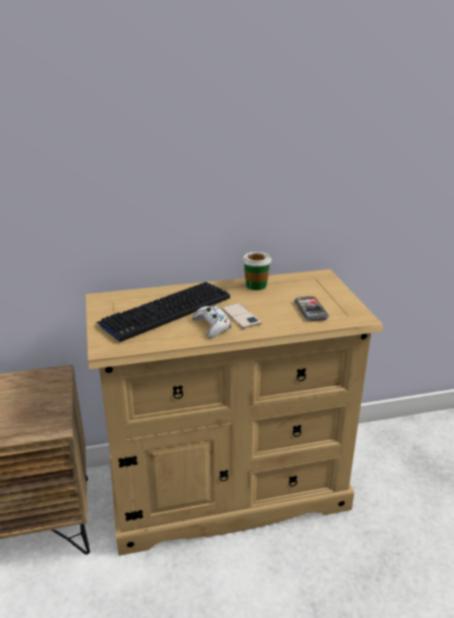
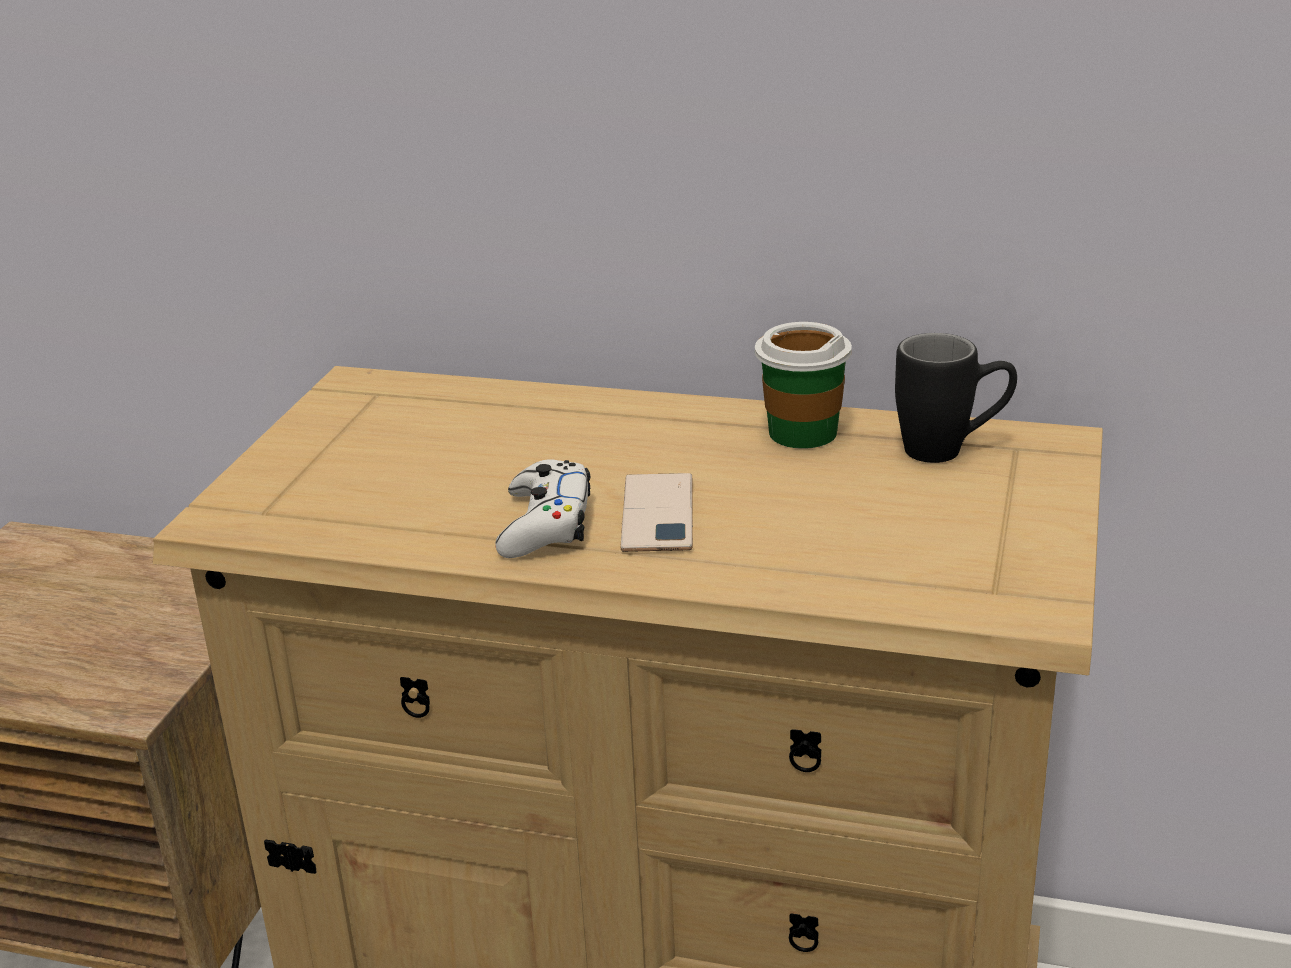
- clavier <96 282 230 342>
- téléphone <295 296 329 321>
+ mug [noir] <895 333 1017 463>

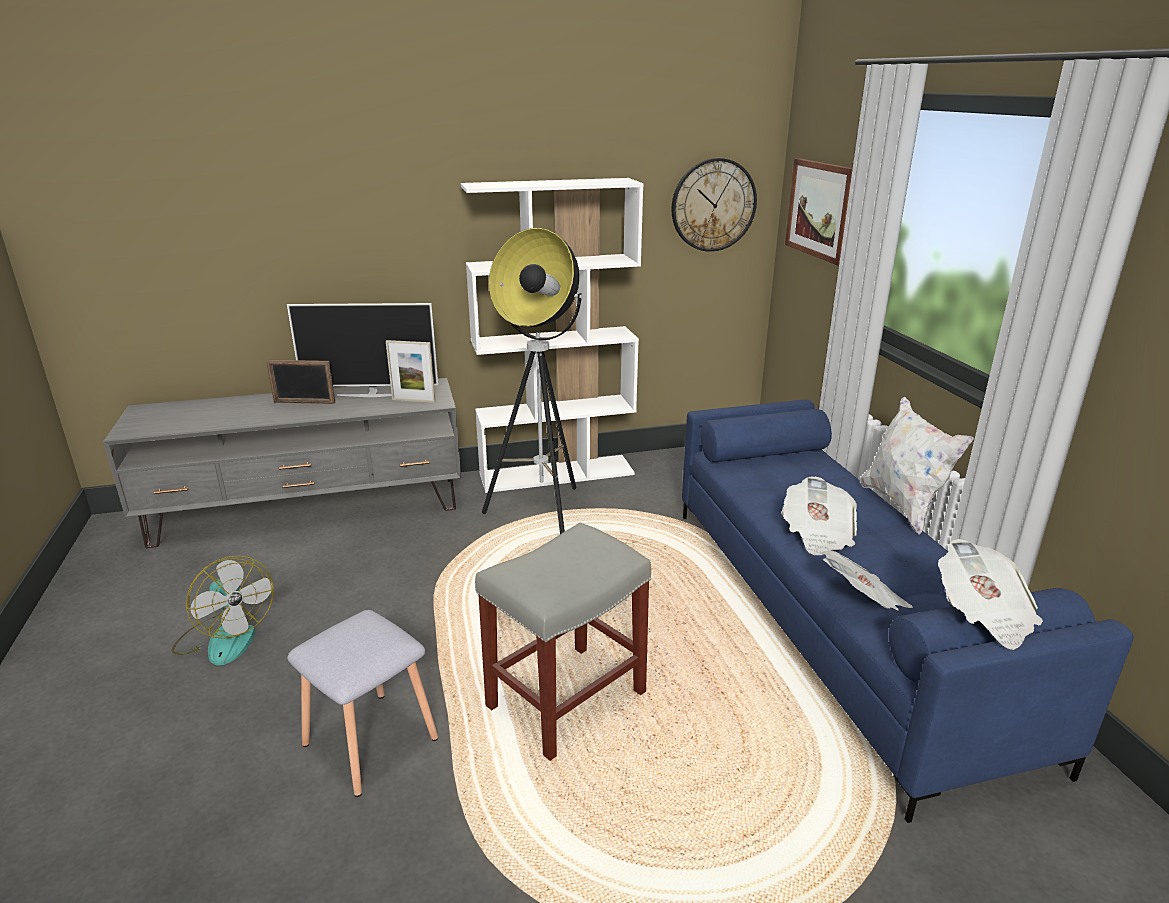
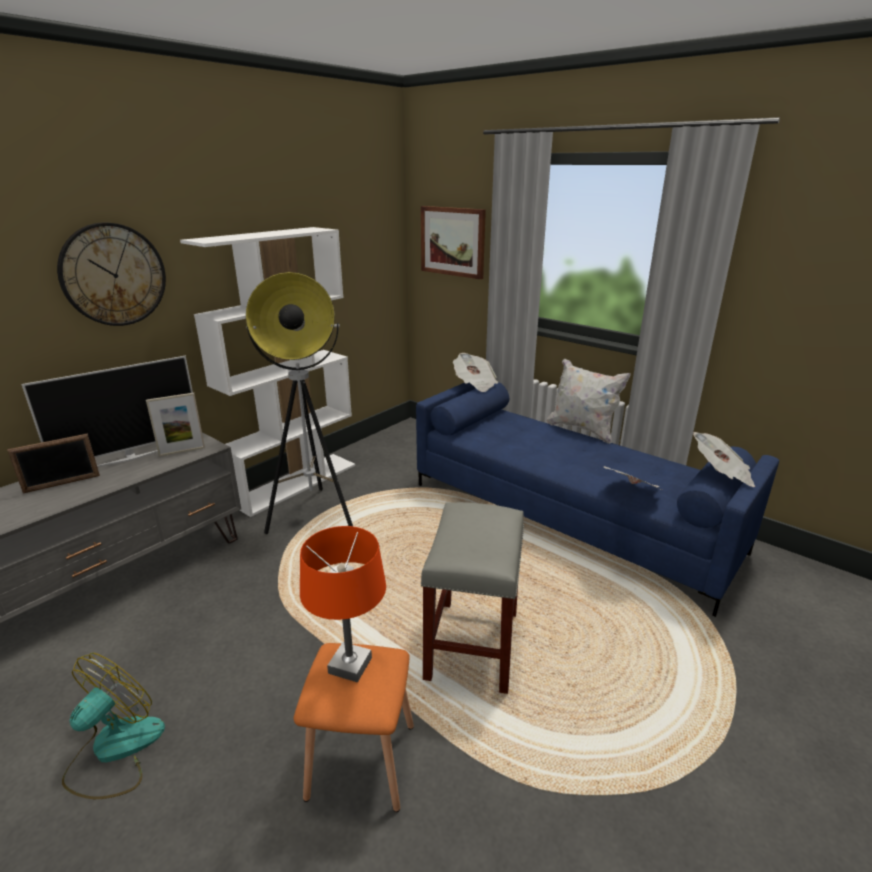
~ horloge murale <671 158 757 252> to <57 222 166 326>
~ journal <782 477 857 556> to <453 353 498 392>
~ ventilateur <172 556 274 665> = <62 653 165 799> 75 degrees counterclockwise
~ tabouret [gris] <287 610 438 797> to tabouret [orange] <294 643 414 812>
+ lampe de table [orange] <300 526 386 683>

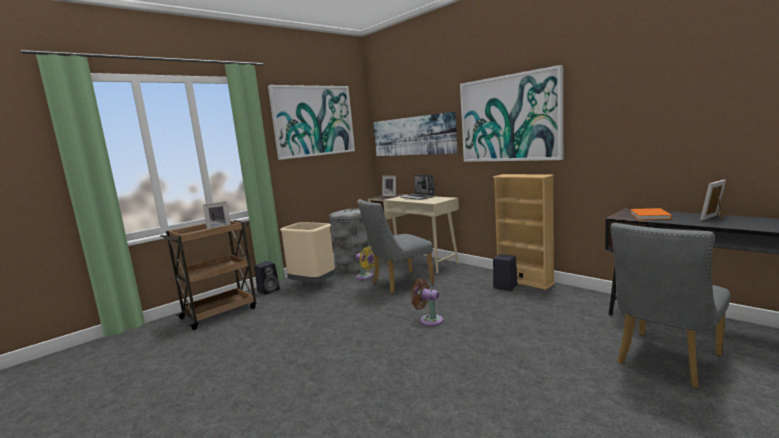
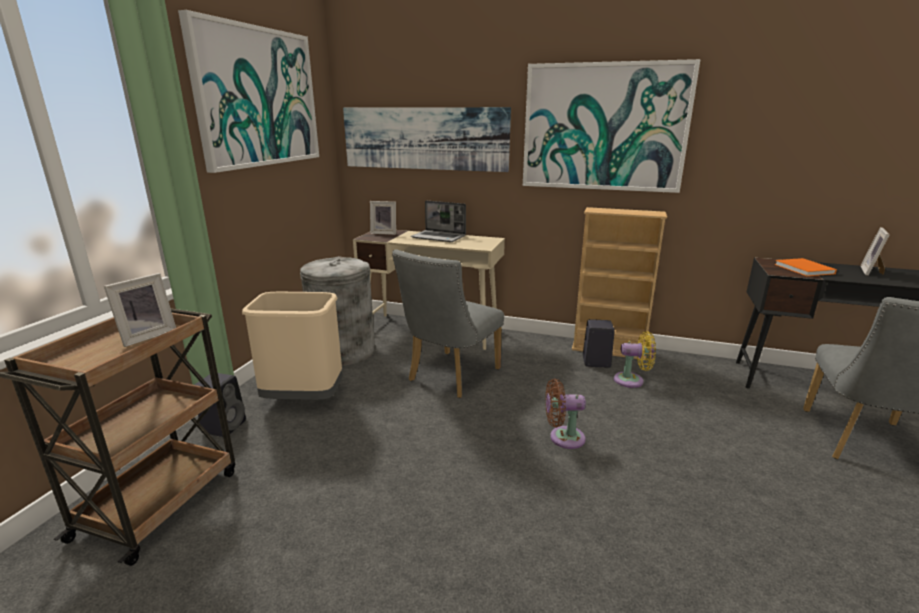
~ ventilateur [jaune] <356 247 375 280> to <614 331 656 388>

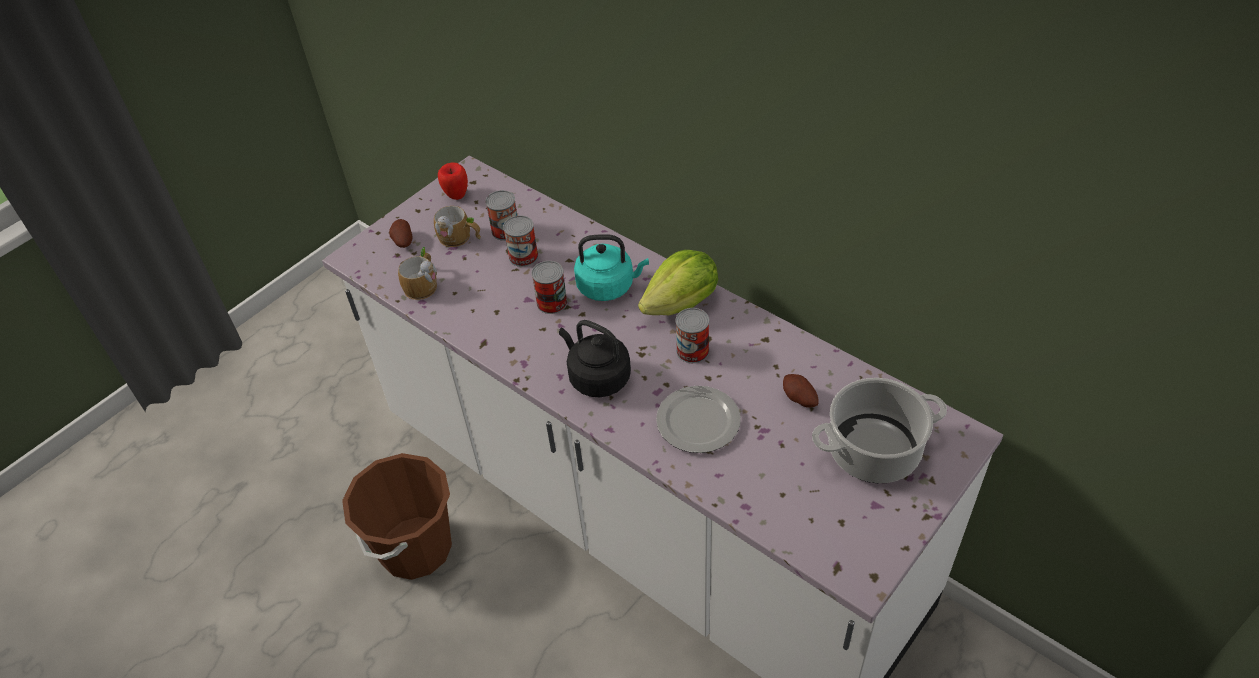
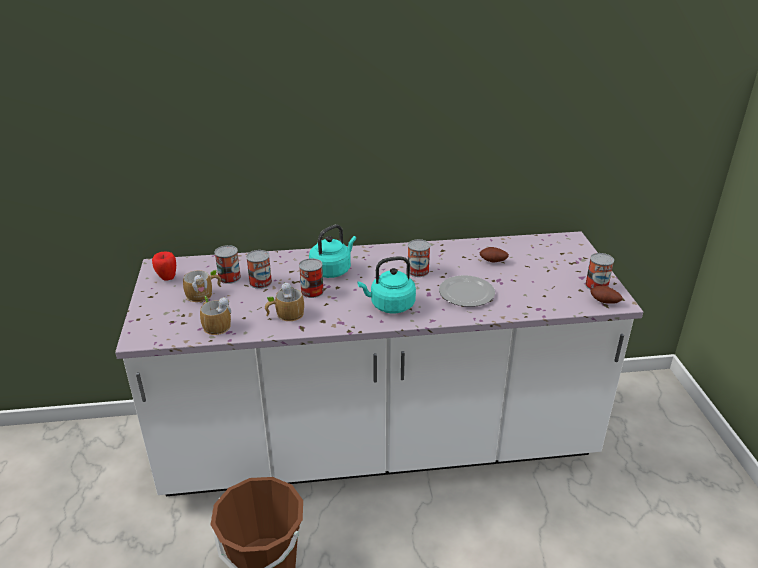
~ pomme de terre <389 219 412 248> to <590 286 623 304>
- laitue <638 250 718 315>
~ bouilloire [noir] <559 320 631 397> to bouilloire [turquoise] <358 256 416 314>
- marmite <812 378 947 483>
+ boîte métallique <585 253 614 290>
+ mug <265 282 304 321>

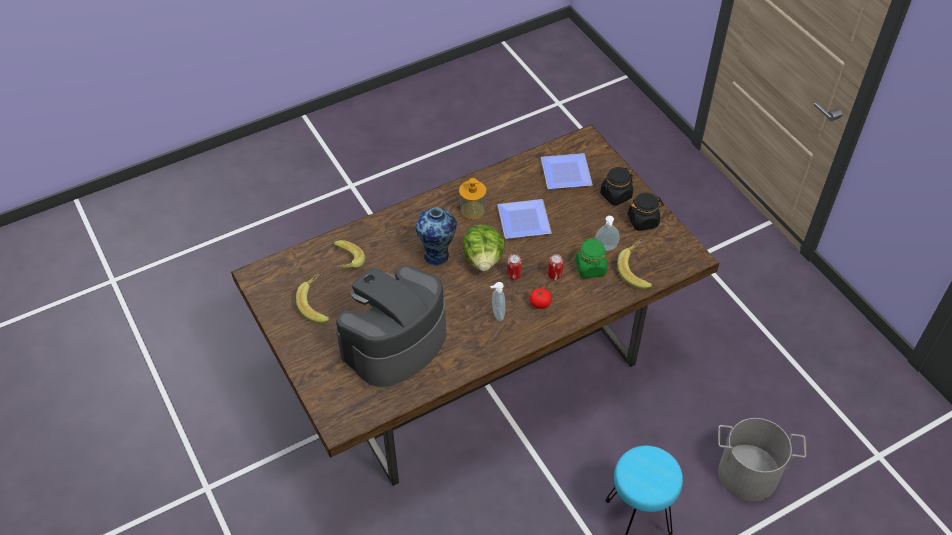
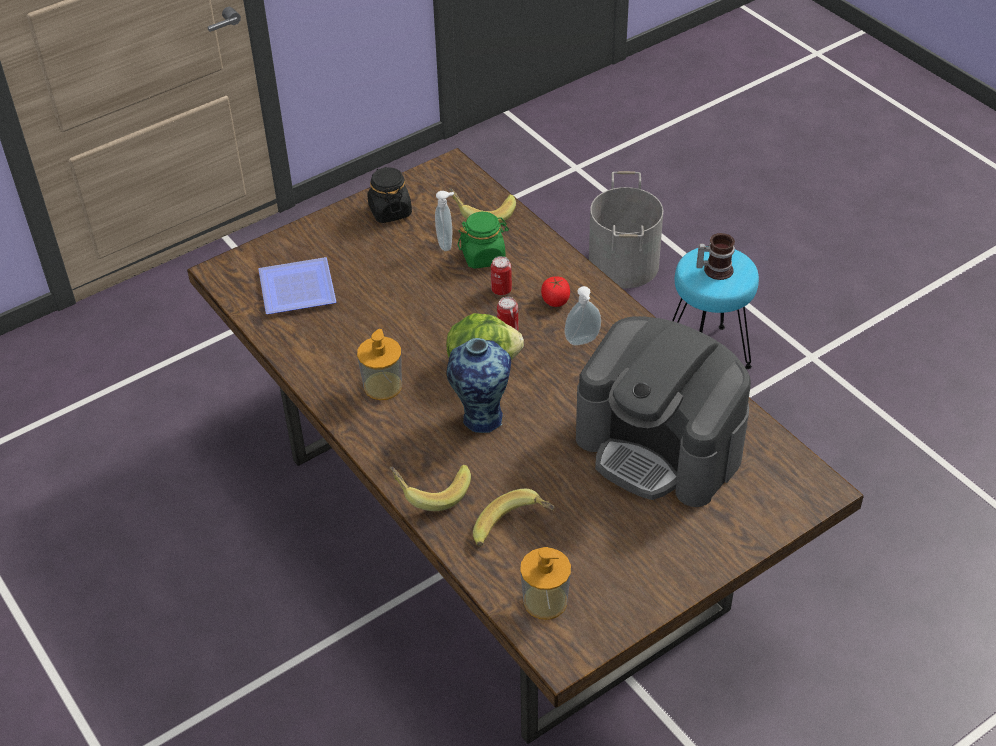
- bocal [noir] <600 167 633 206>
- assiette <497 199 552 239>
~ banane <296 271 330 324> to <390 464 471 511>
+ mug <696 233 735 280>
+ distributeur de savon <520 547 571 620>

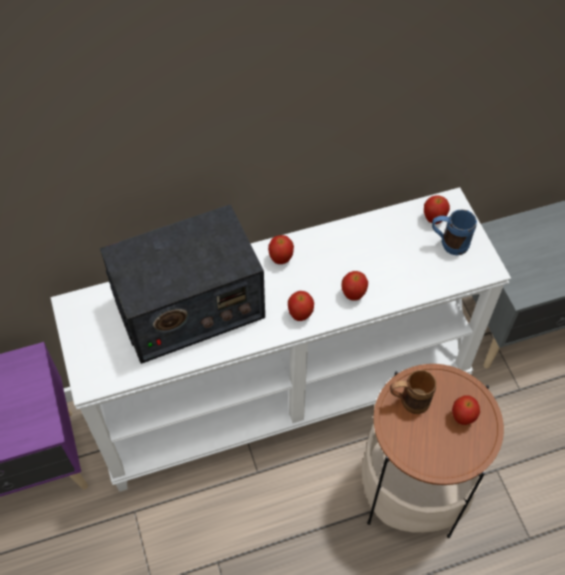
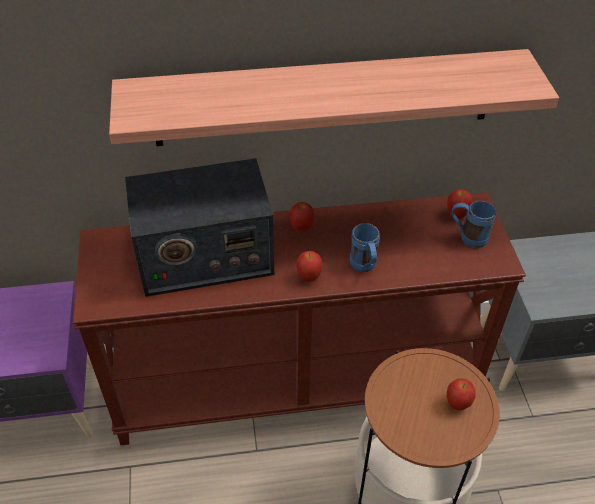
~ table console [blanc] <51 187 511 492> to table console [marron] <73 192 526 446>
~ pomme <341 271 368 301> to mug [bleu] <350 223 380 272>
- mug [marron] <390 370 436 414>
+ étagère <109 49 559 146>

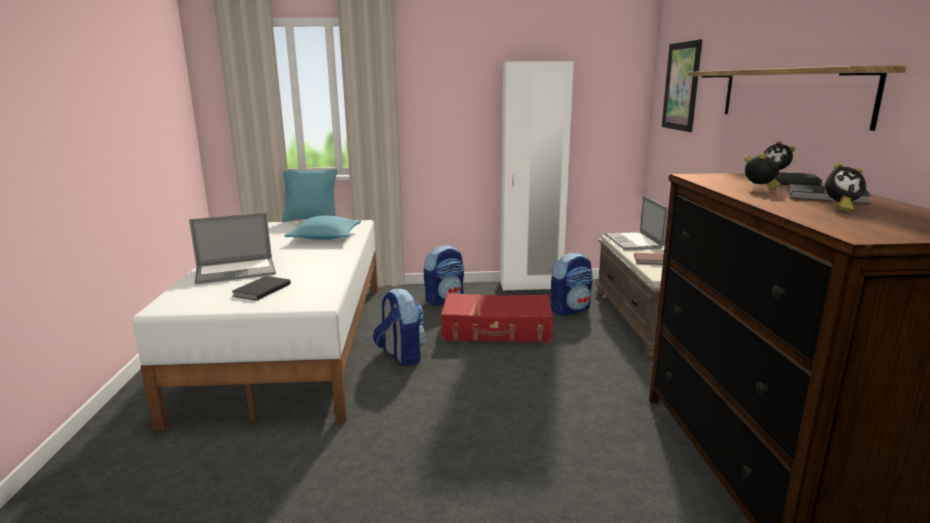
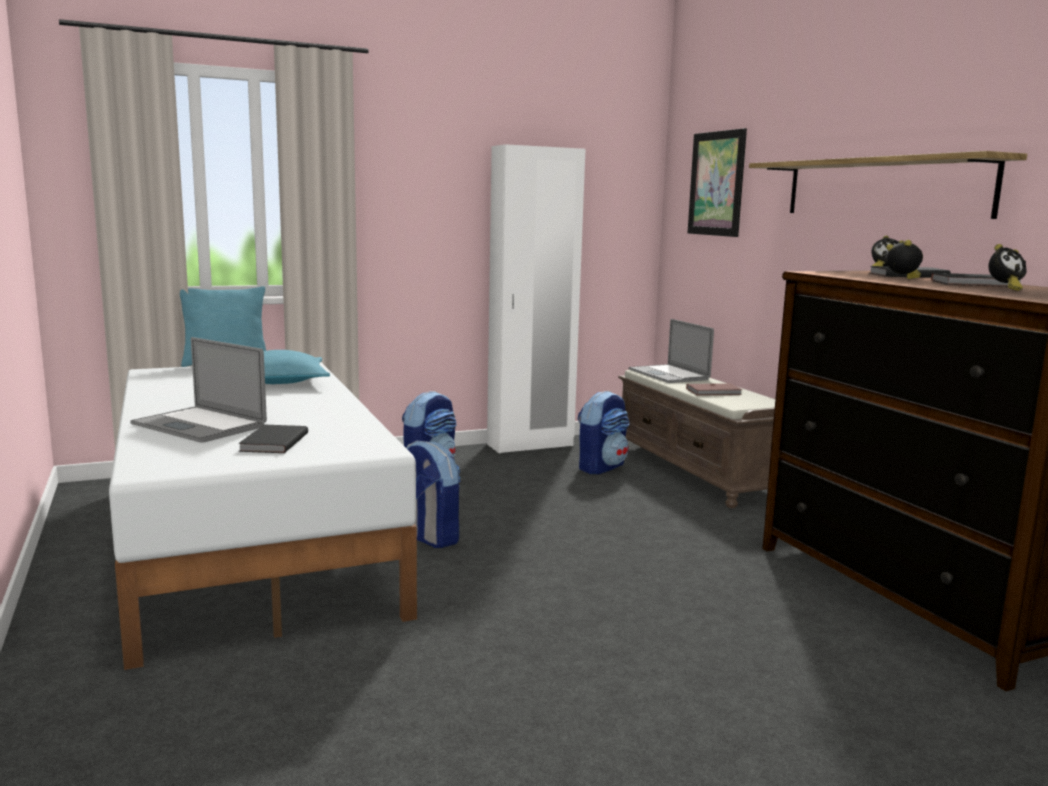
~ ordinateur portable <189 213 276 284> = <130 337 267 443> 75 degrees clockwise
- valise [rouge] <441 293 553 343>

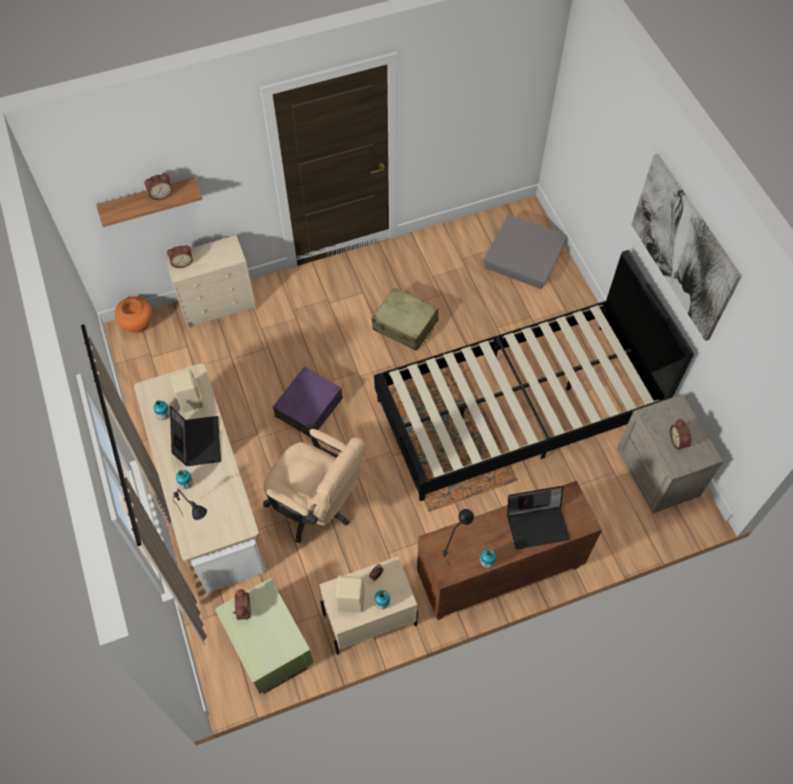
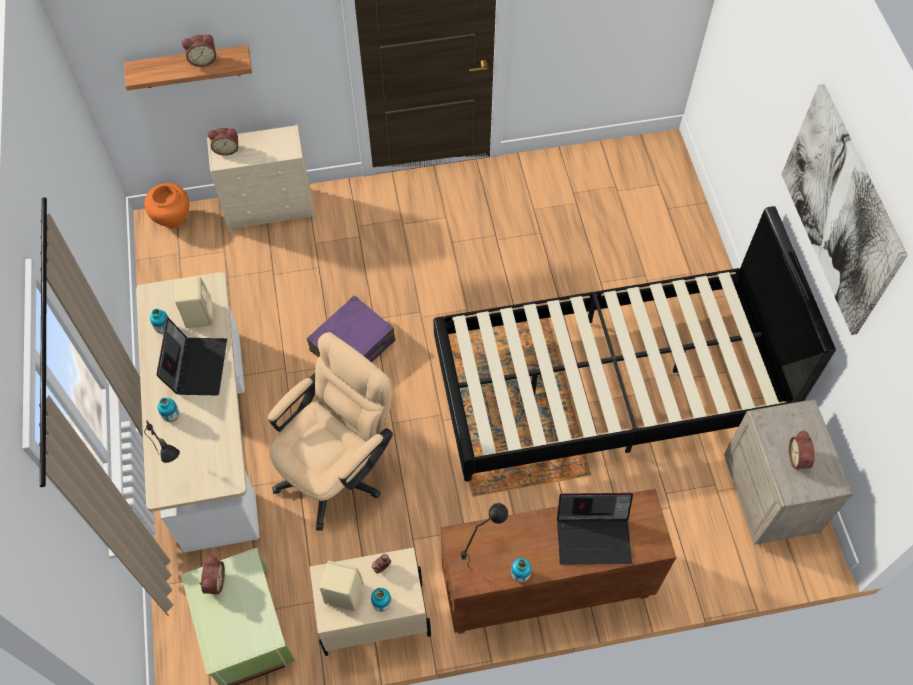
- boîte de rangement [gris] <483 214 567 289>
- valise [beige] <372 288 439 351>
~ chaise de bureau [beige] <263 429 365 543> = <268 332 393 531> 90 degrees counterclockwise

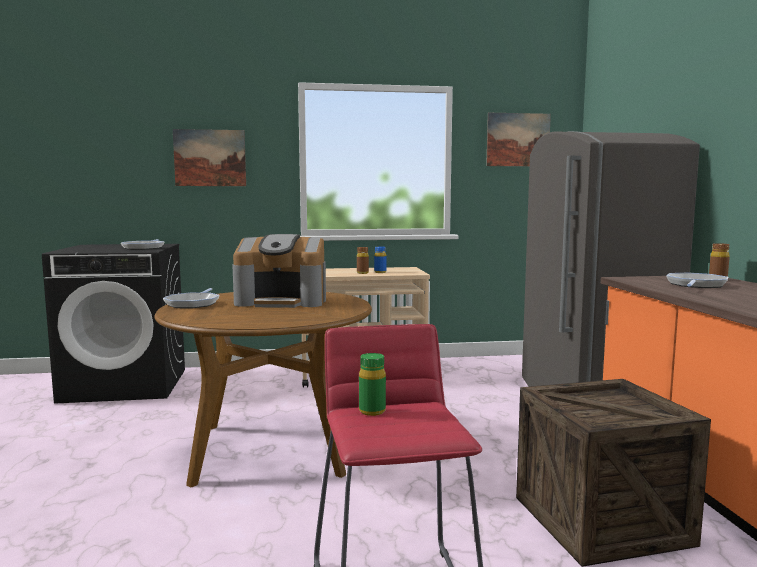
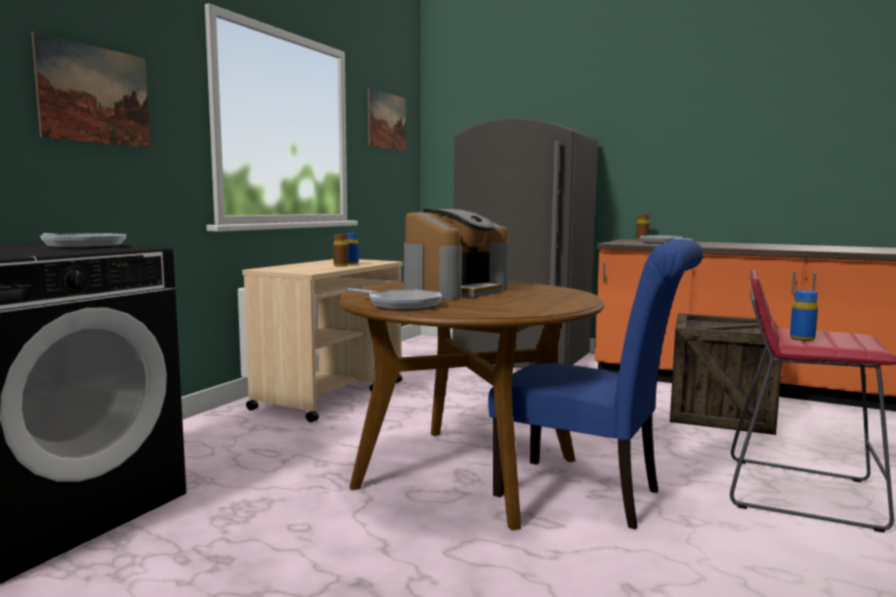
~ bouteille [vert] <359 353 386 416> to bouteille [bleu] <790 290 818 341>
+ chaise [bleu] <488 239 703 530>

